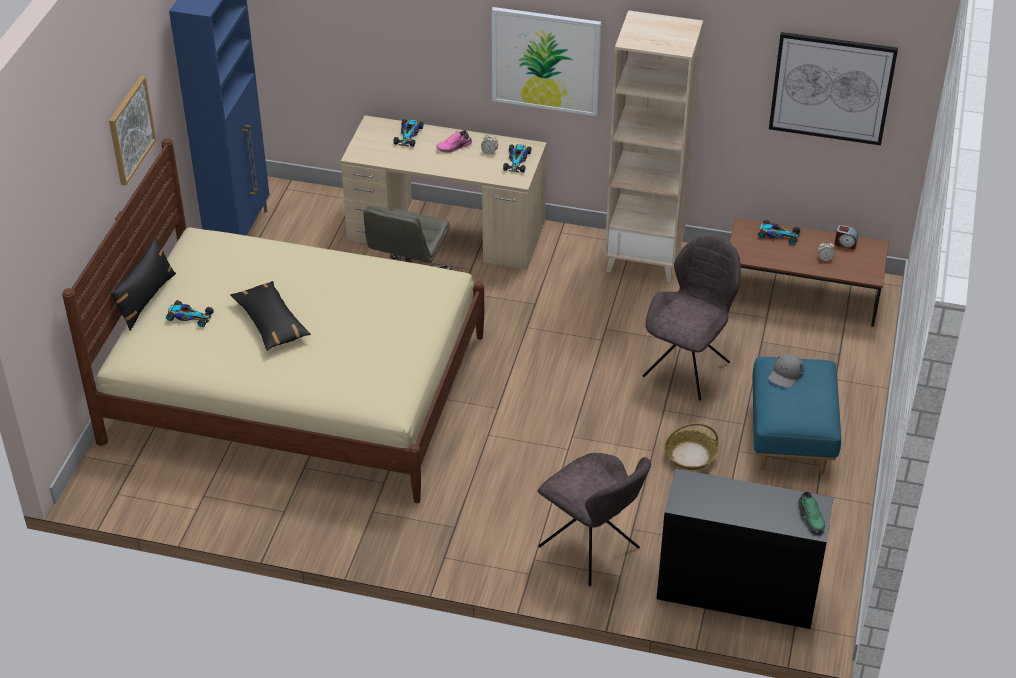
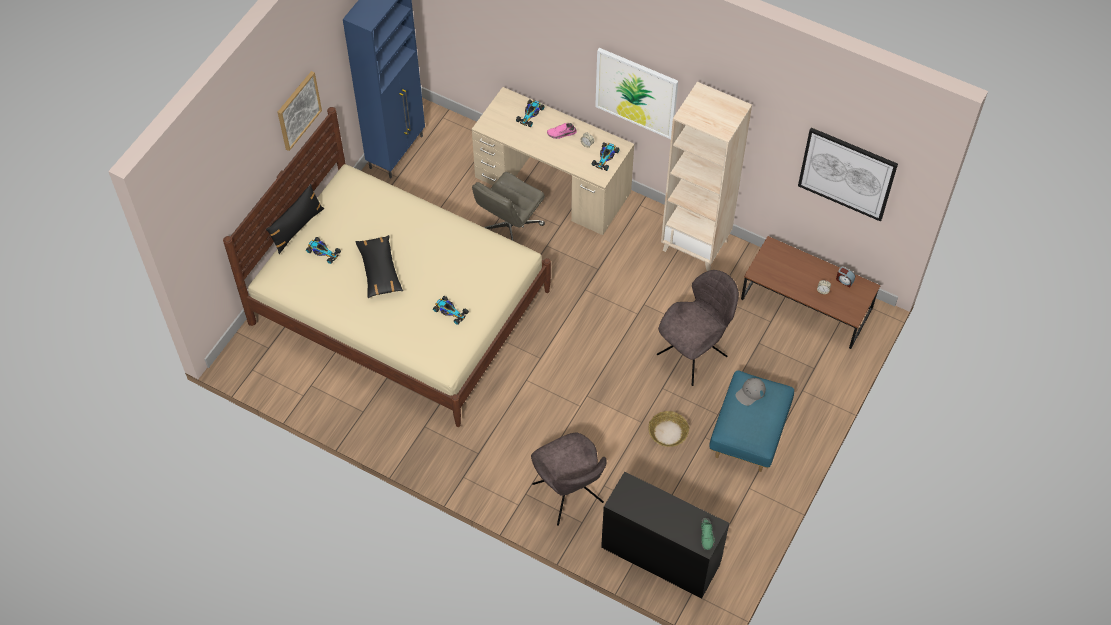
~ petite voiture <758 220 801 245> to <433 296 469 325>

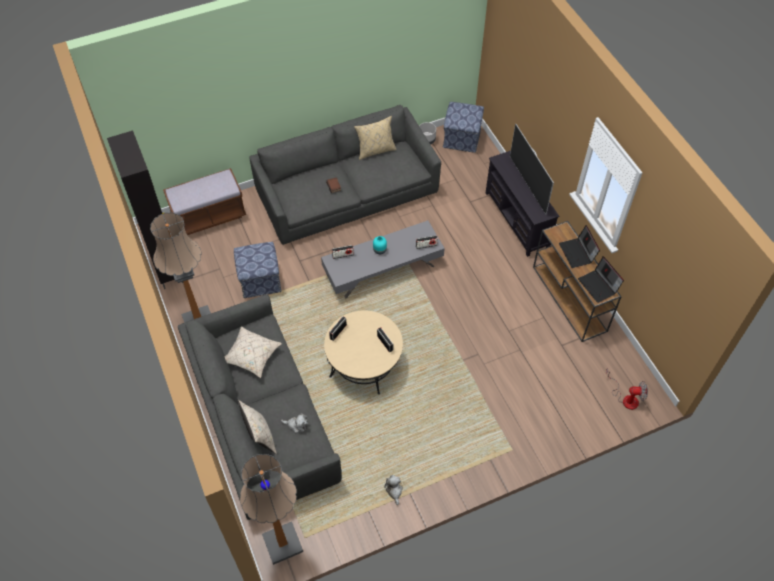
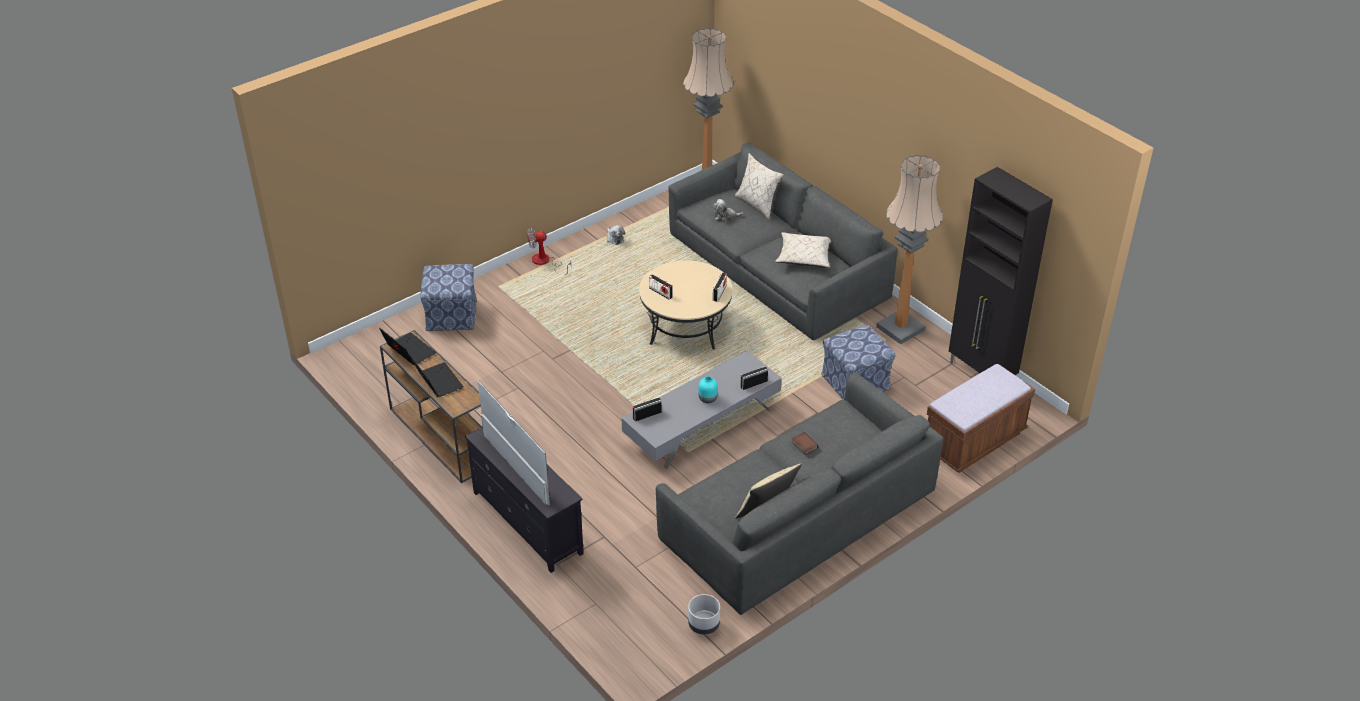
~ pouf <443 102 484 153> to <421 264 477 331>
~ ventilateur <606 368 648 410> to <527 227 571 275>

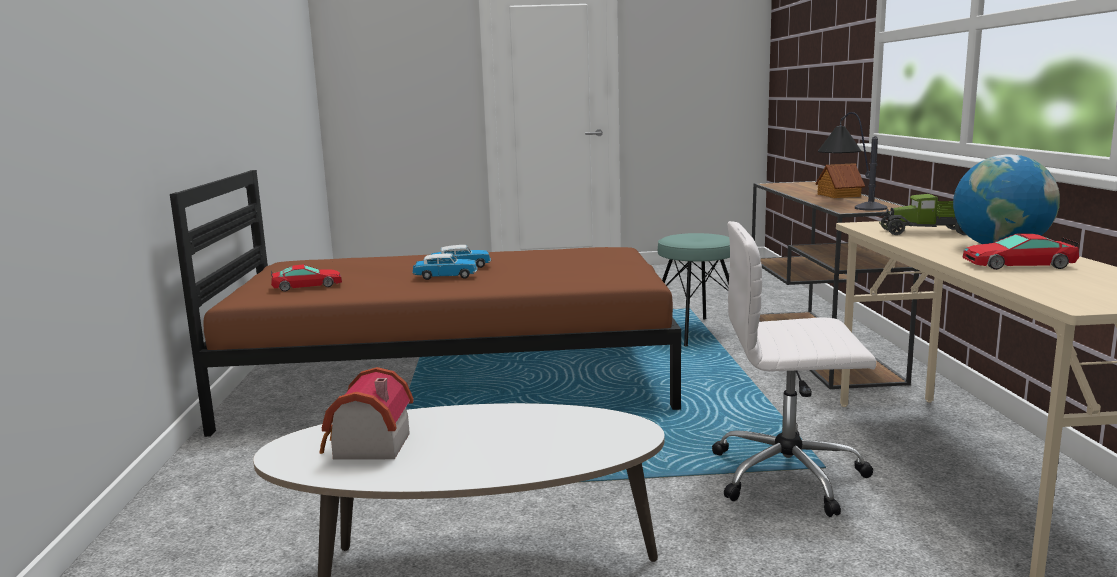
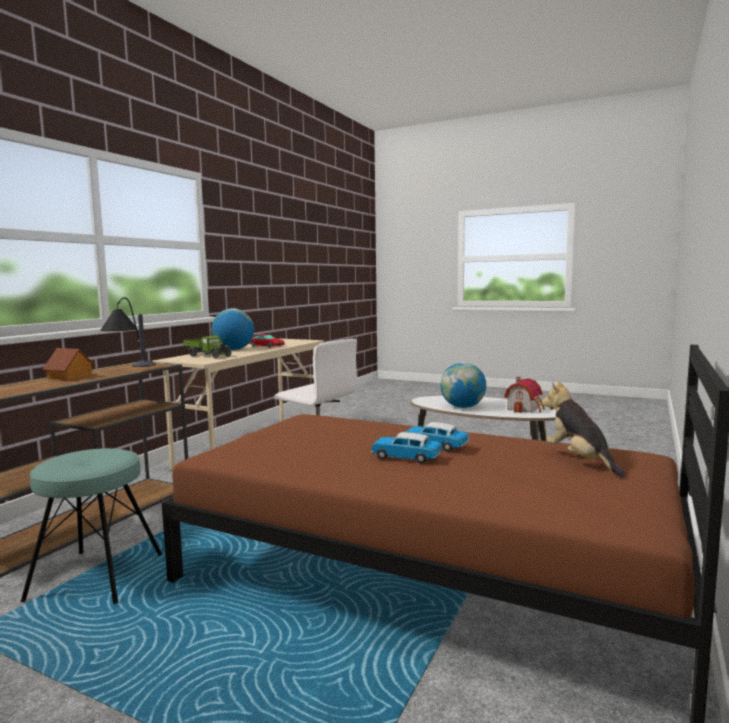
~ petite voiture <271 264 342 291> to peluche <542 381 626 477>
+ globe <440 363 486 408>

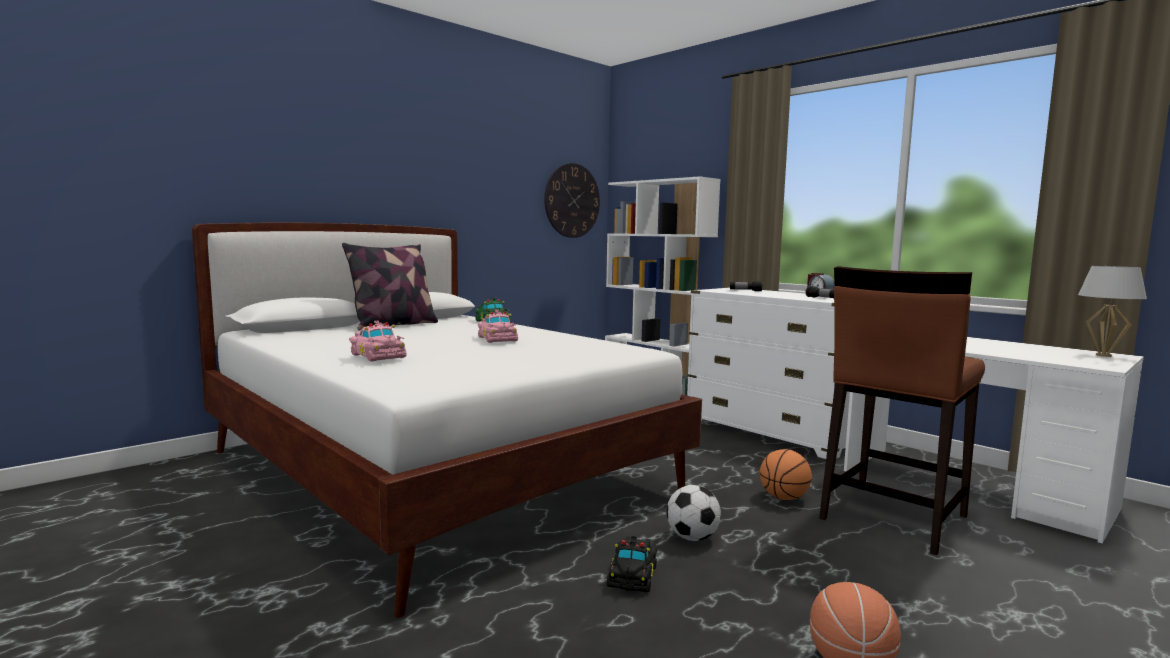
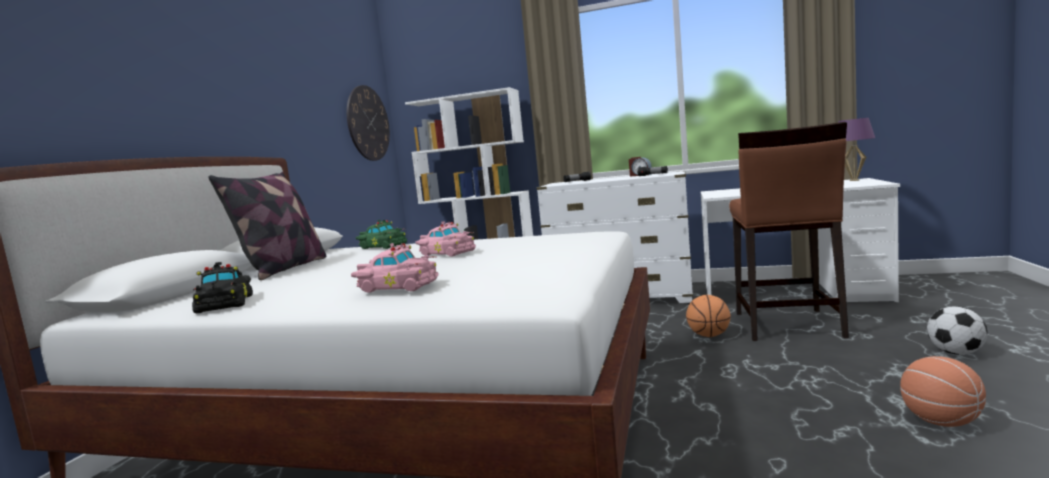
~ lampe de table [blanc] <1078 266 1147 357> to lampe de table [violet] <838 118 875 181>
~ ballon de foot <666 485 721 541> to <927 306 988 355>
~ petite voiture [noir] <607 536 657 592> to <192 262 253 313>

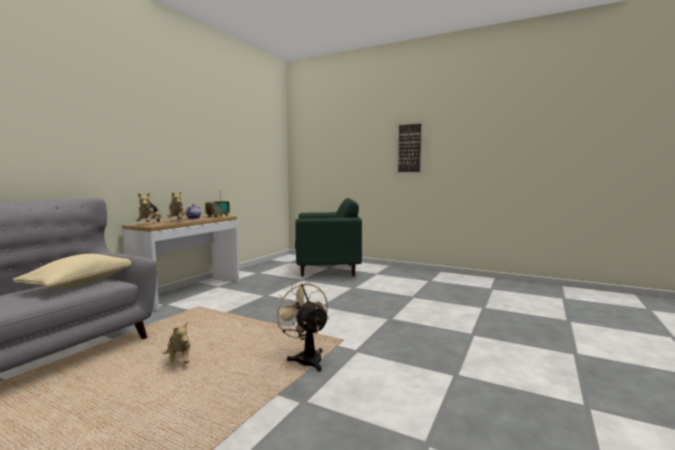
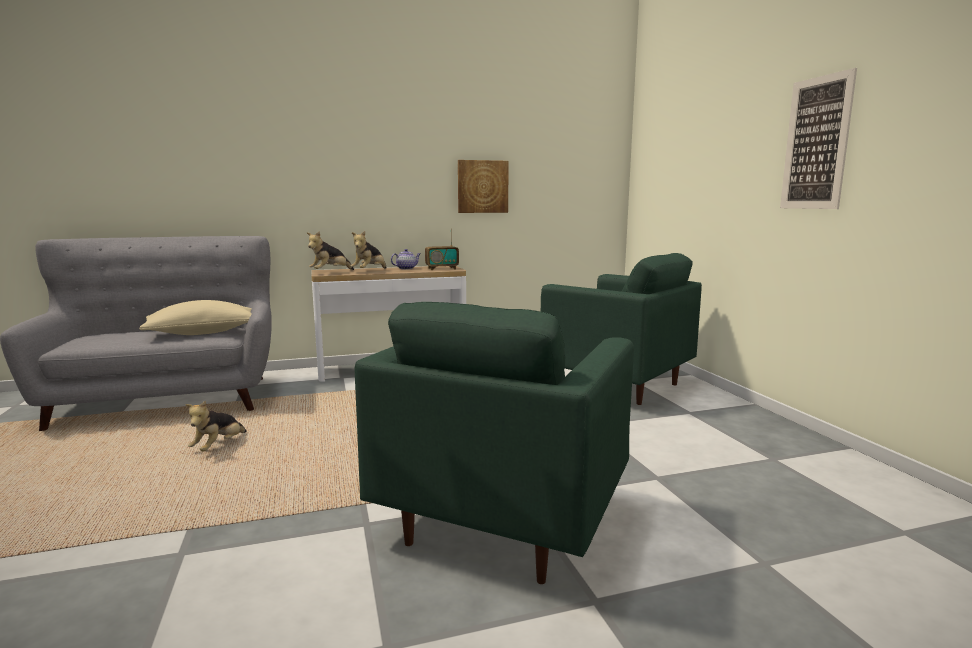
- ventilateur [beige] <273 282 329 371>
+ tableau <458 160 509 213>
+ fauteuil [vert] <355 302 634 584>

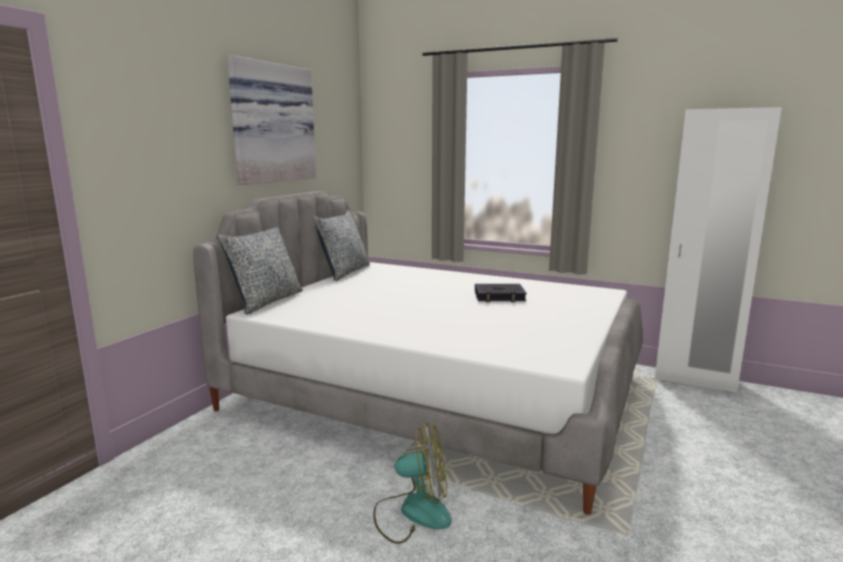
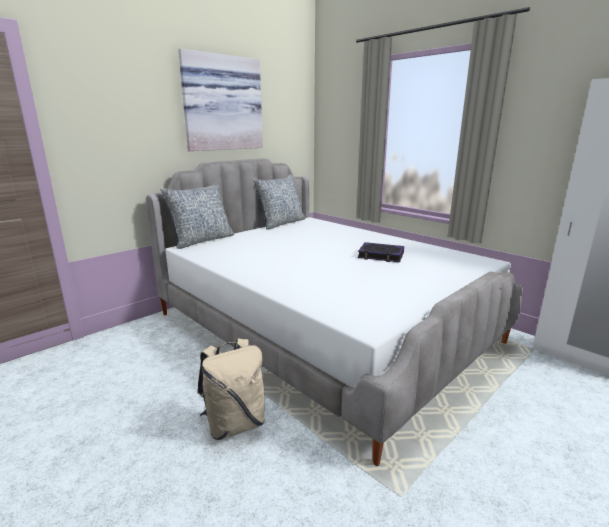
~ ventilateur <373 423 451 544> to sac à dos [beige] <197 338 265 440>

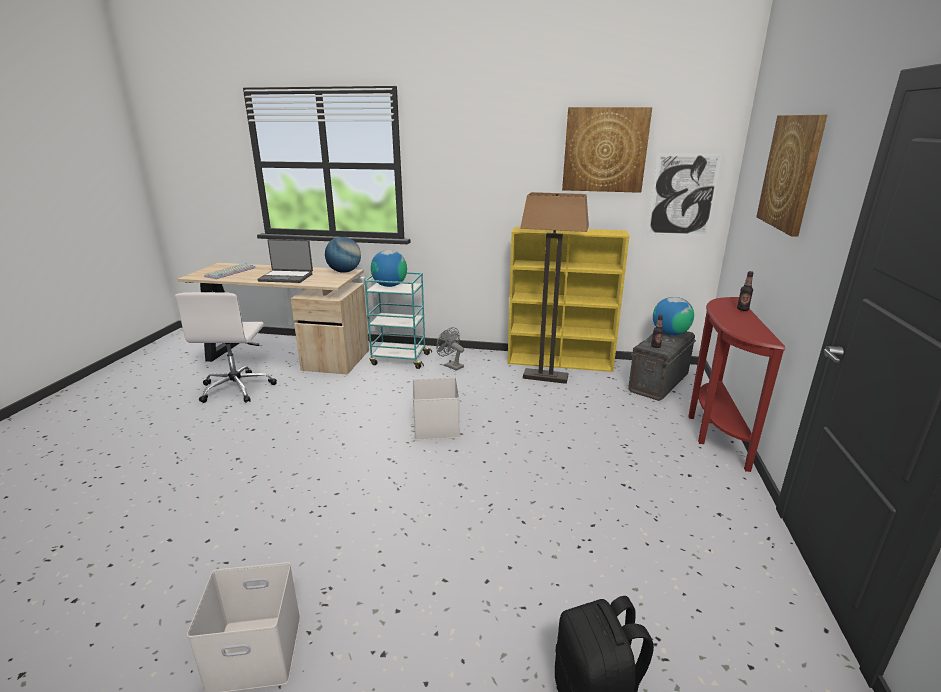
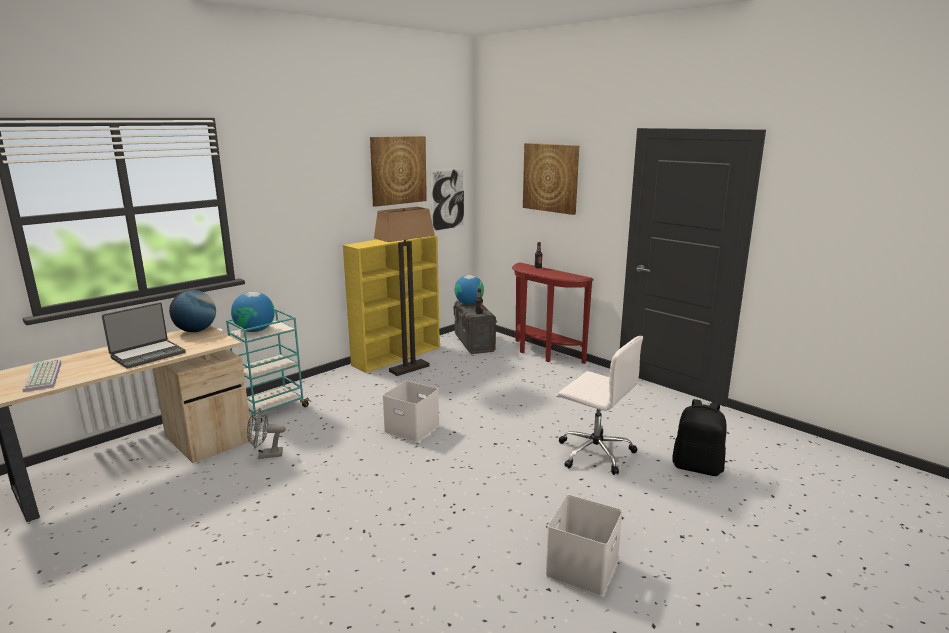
~ chaise de bureau [blanc] <175 292 277 403> to <558 336 643 475>
~ ventilateur [gris] <437 327 464 371> to <247 408 286 459>

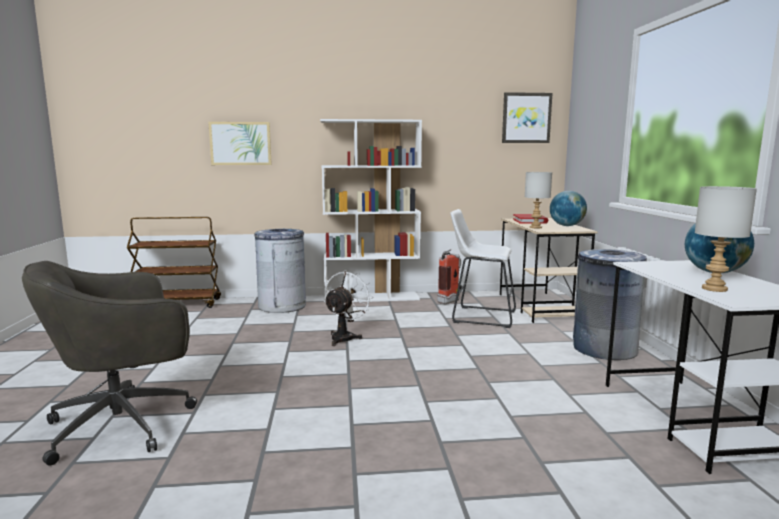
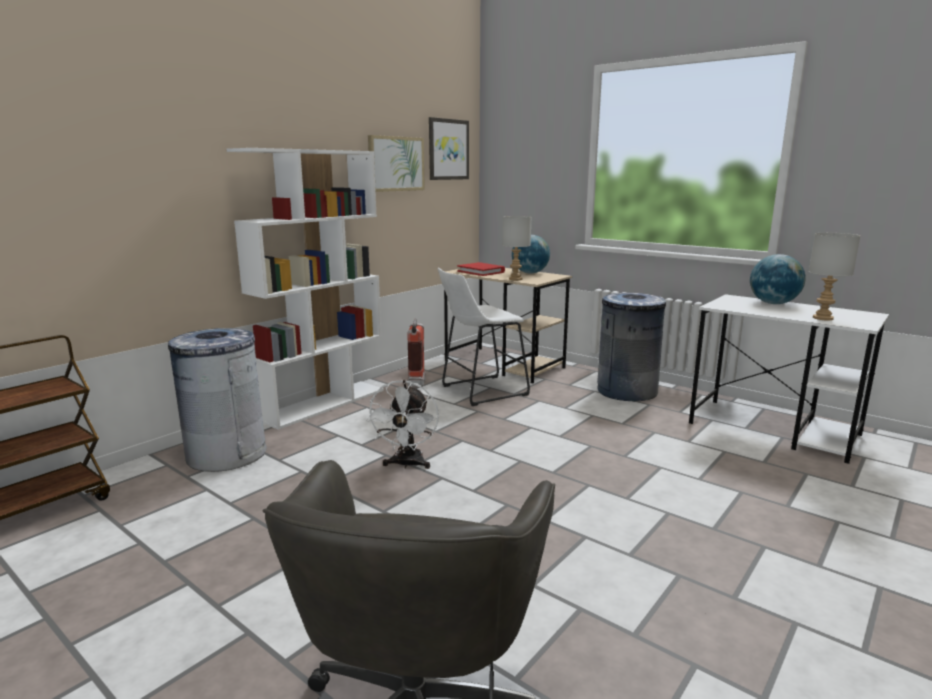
~ tableau <208 122 272 165> to <368 135 425 192>
~ ventilateur [blanc] <324 270 373 346> = <366 380 439 469> 150 degrees counterclockwise

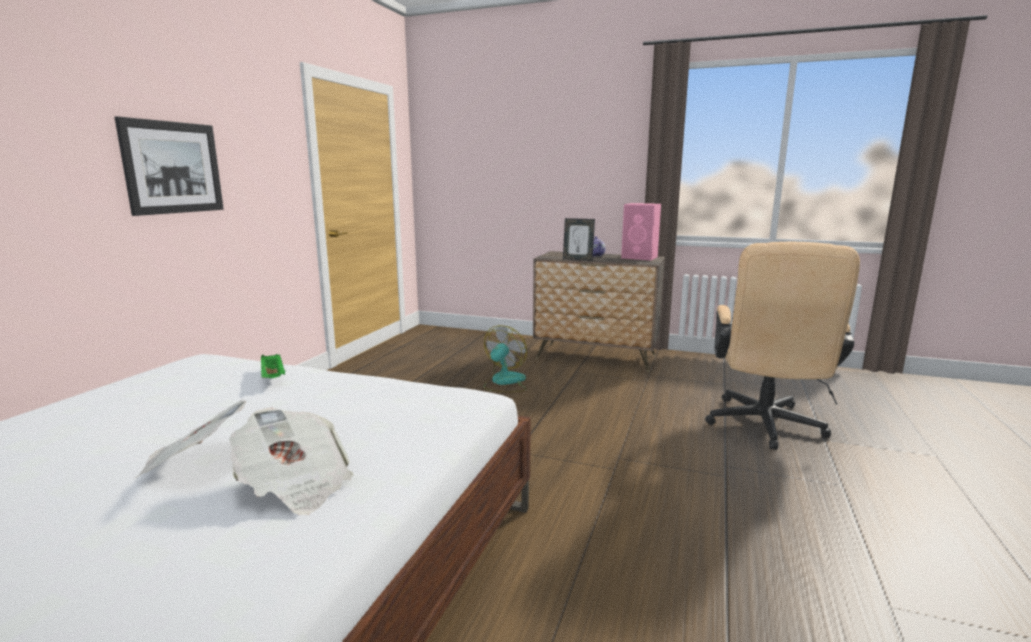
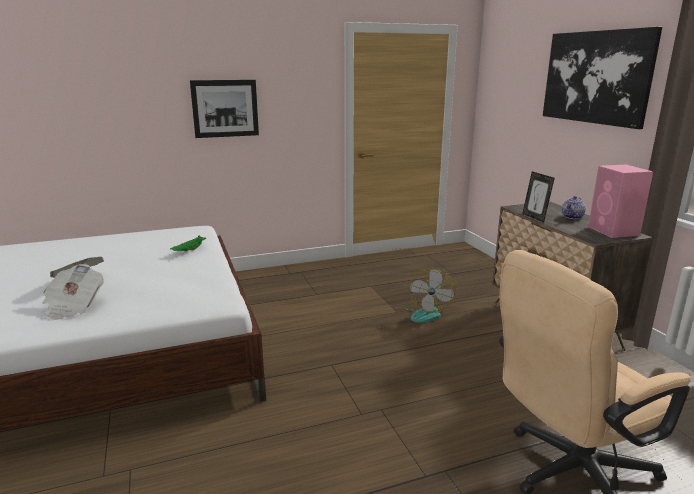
~ ventilateur <484 325 527 392> = <403 268 456 323> 120 degrees clockwise
+ tableau <543 27 662 129>

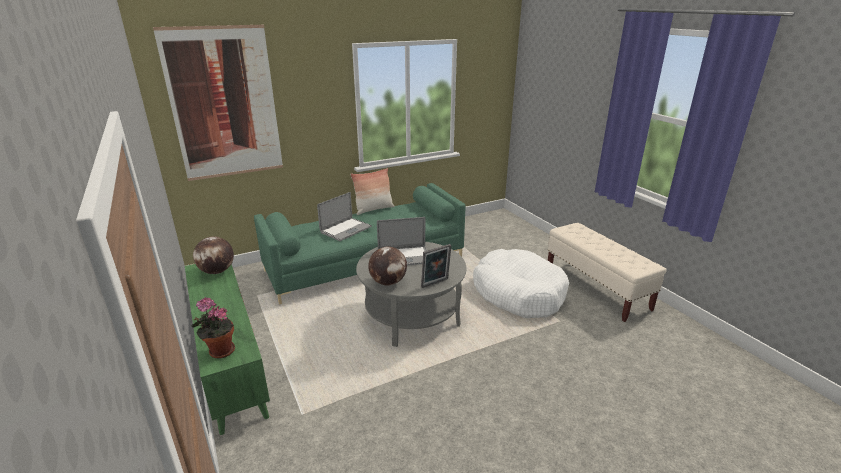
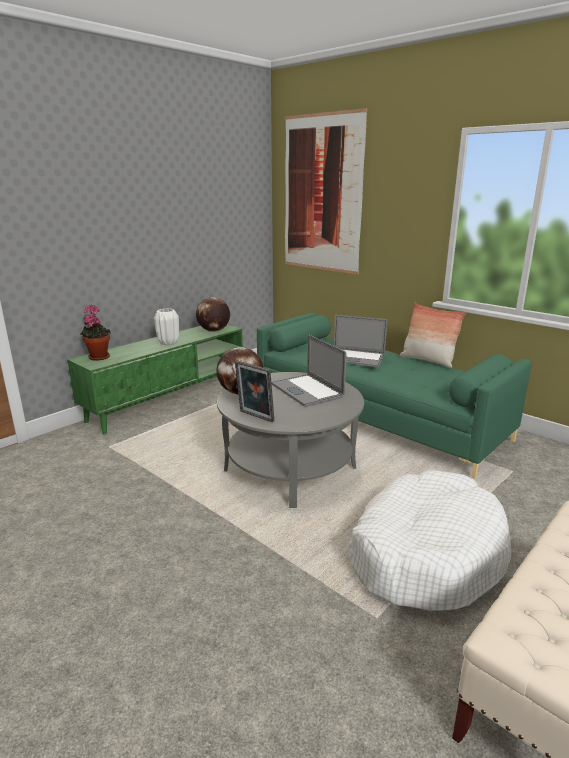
+ vase [blanc] <154 308 179 345>

